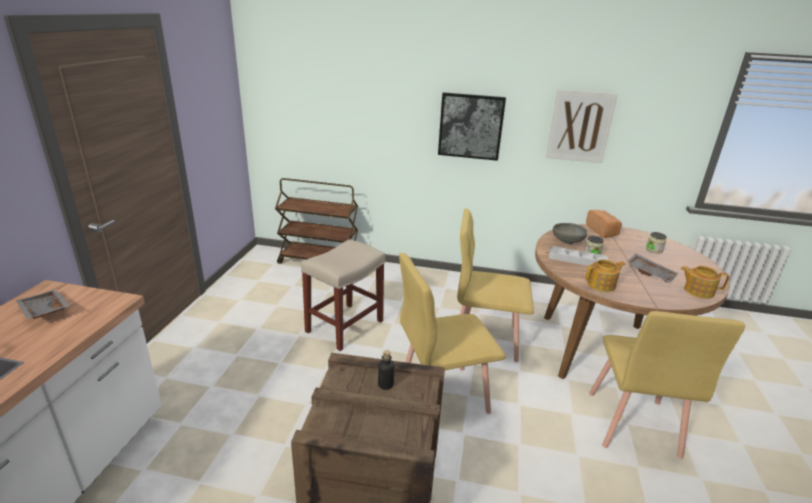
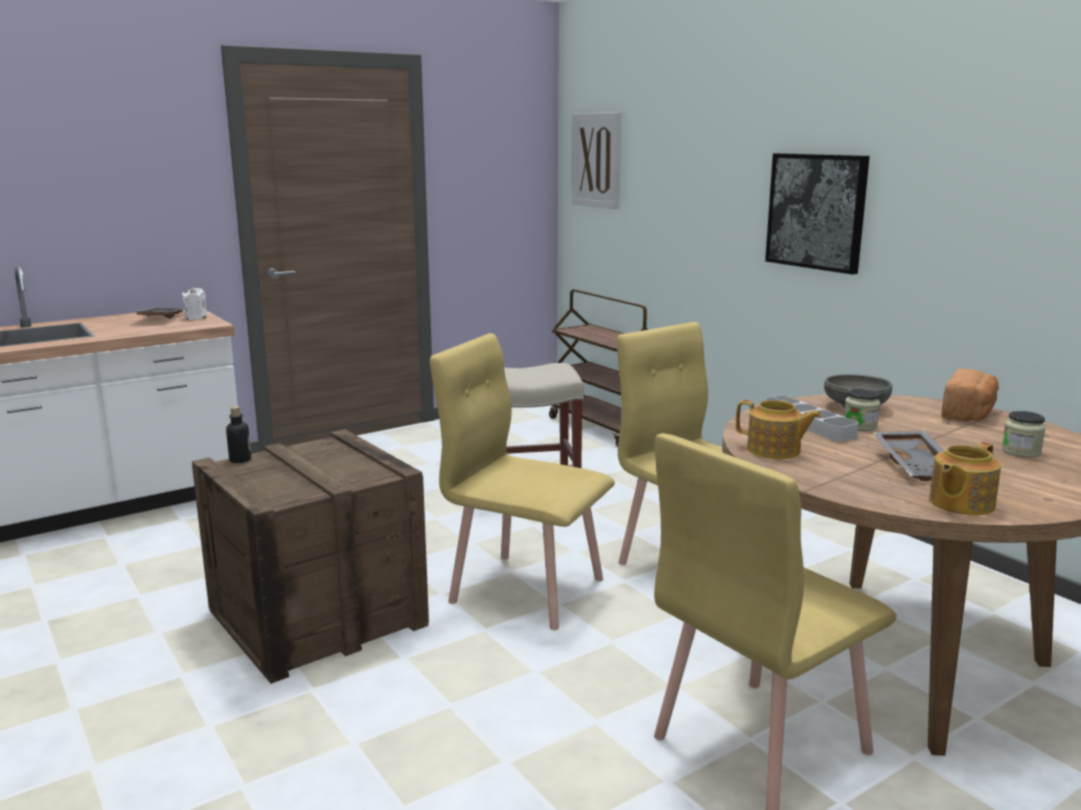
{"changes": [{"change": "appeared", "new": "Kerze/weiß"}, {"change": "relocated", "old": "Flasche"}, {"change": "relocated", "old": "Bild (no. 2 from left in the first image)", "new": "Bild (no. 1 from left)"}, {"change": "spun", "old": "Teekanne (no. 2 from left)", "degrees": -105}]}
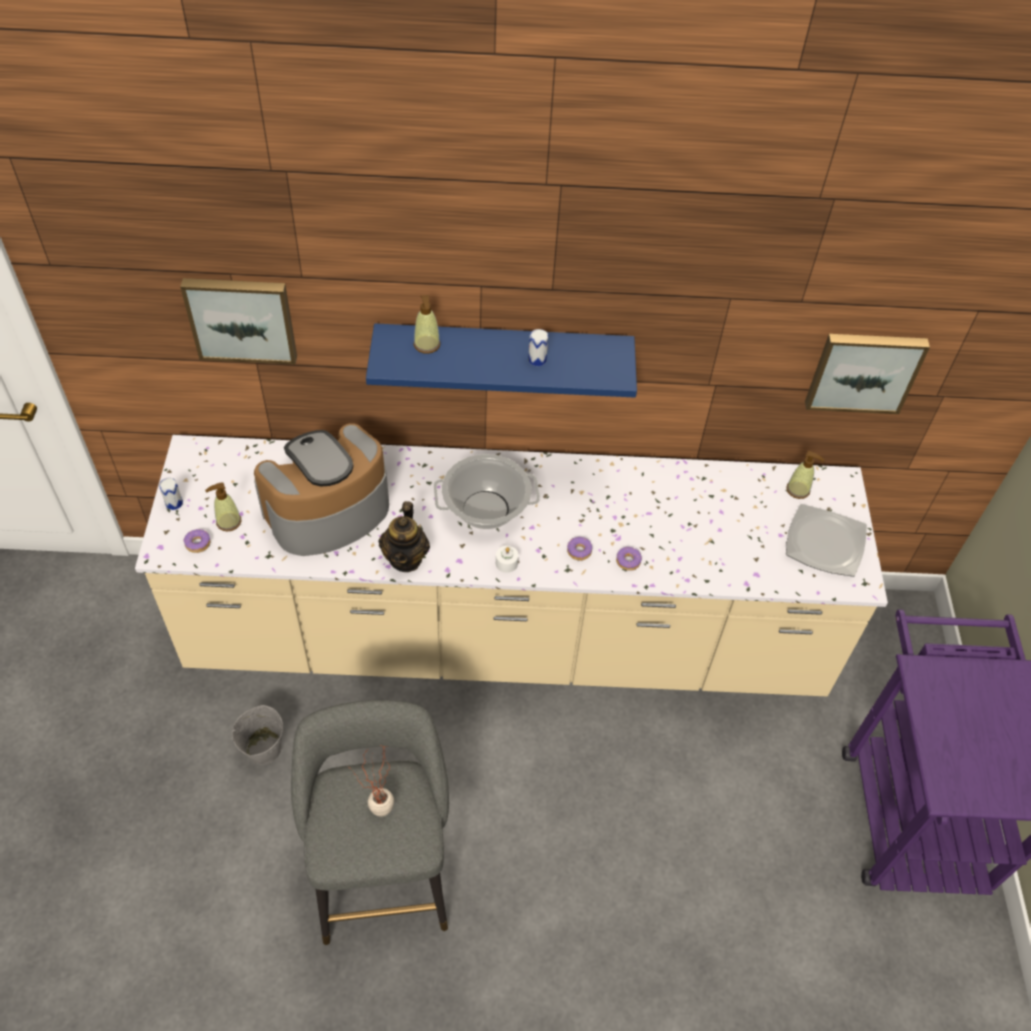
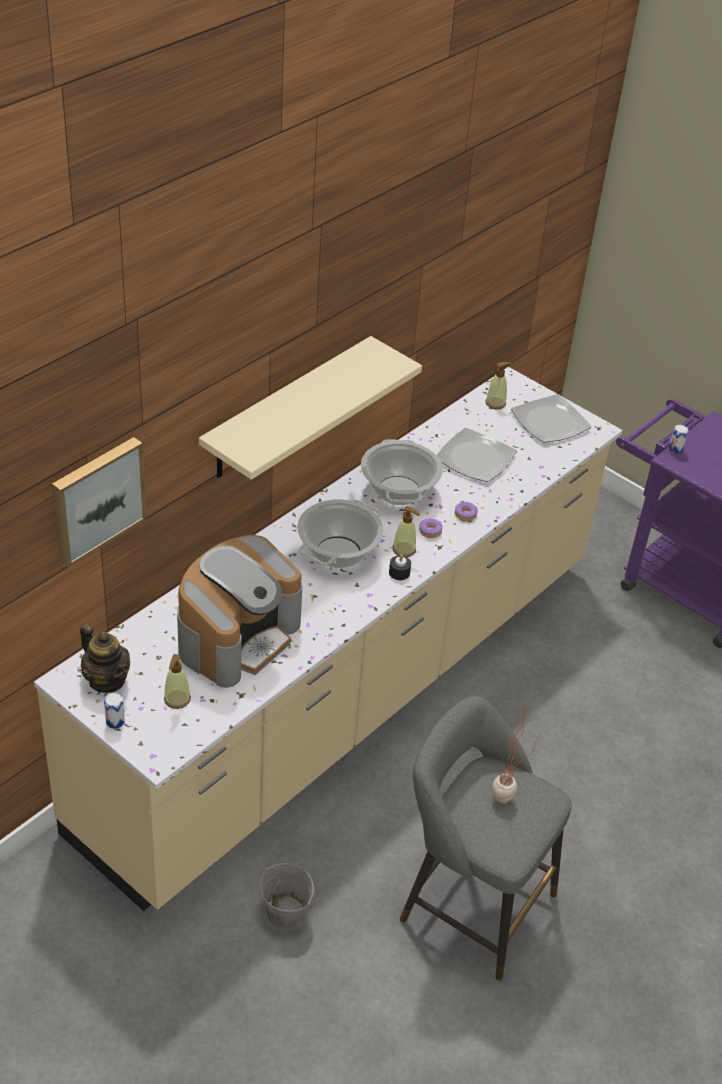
{"changes": [{"change": "missing", "old": "Donut (no. 1 from left)"}, {"change": "missing", "old": "Bild (no. 2 from left)"}, {"change": "appeared", "new": "Kochtopf (no. 2 from left)"}, {"change": "appeared", "new": "Teller (no. 1 from left)"}, {"change": "relocated", "old": "Teekanne"}, {"change": "relocated", "old": "Seifenspender (no. 2 from left)"}, {"change": "relocated", "old": "Dose (no. 2 from left)"}, {"change": "colour", "old": "Wandregal/blau", "new": "Wandregal/beige"}, {"change": "colour", "old": "Kerze/weiß", "new": "Kerze/schwarz"}, {"change": "spun", "old": "Kaffeemaschine", "degrees": -150}]}
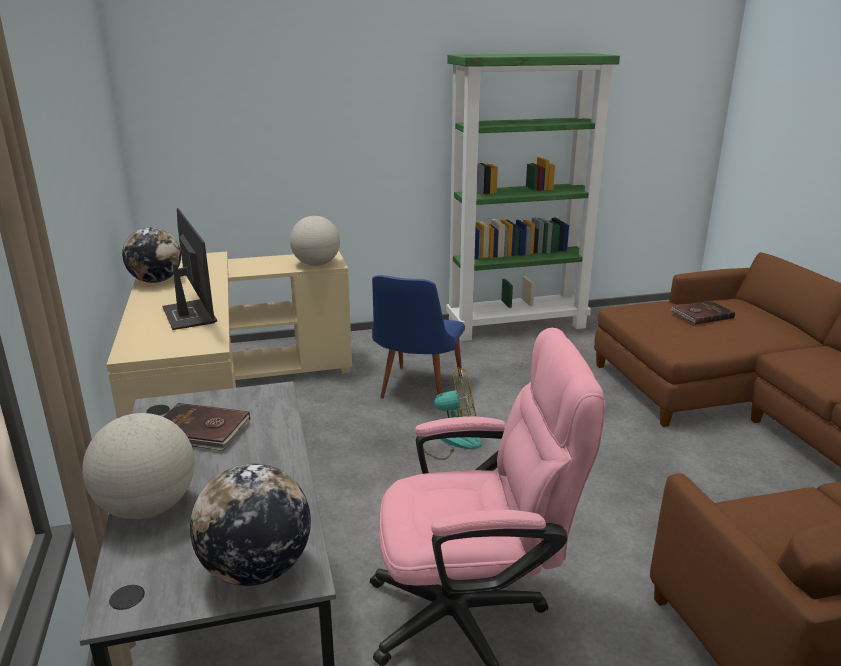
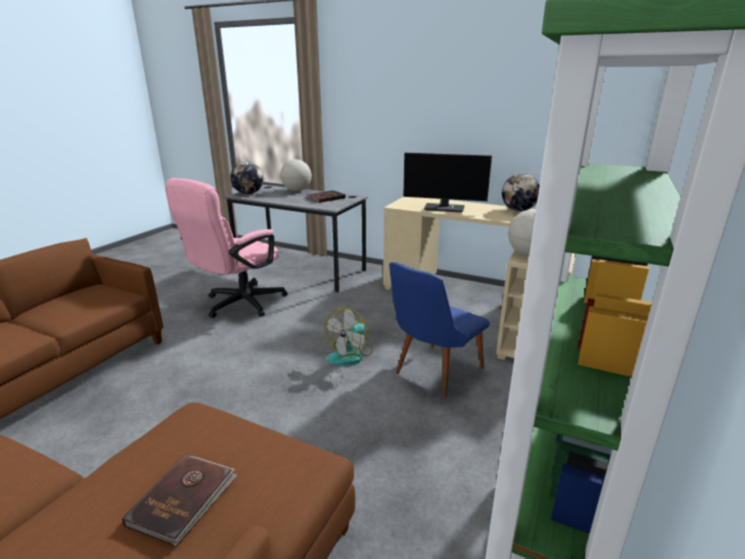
{"changes": [{"change": "spun", "old": "Stuhl/blau", "degrees": -105}]}
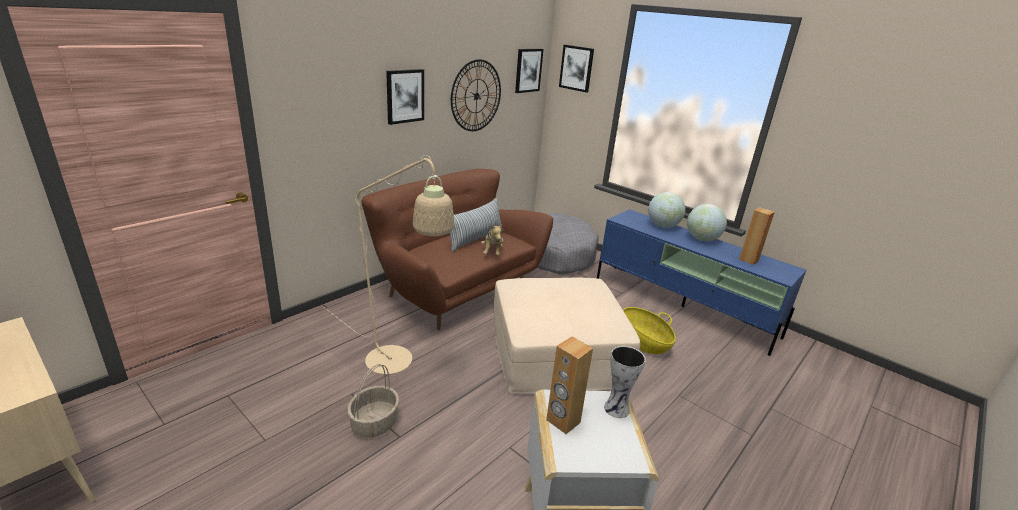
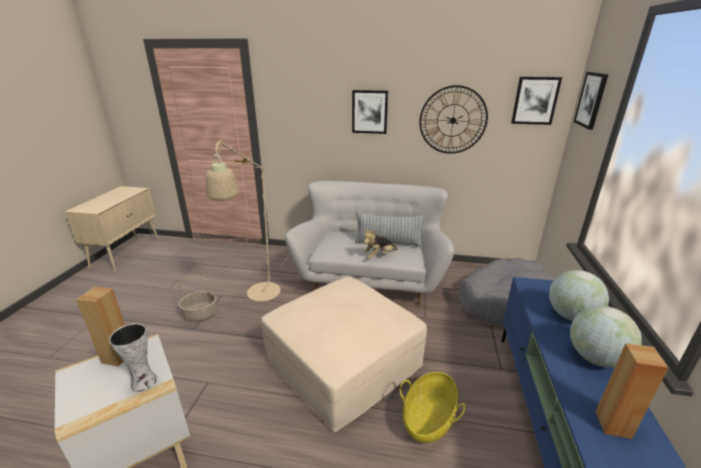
{"changes": [{"change": "colour", "old": "Sofa/braun", "new": "Sofa/weiß"}]}
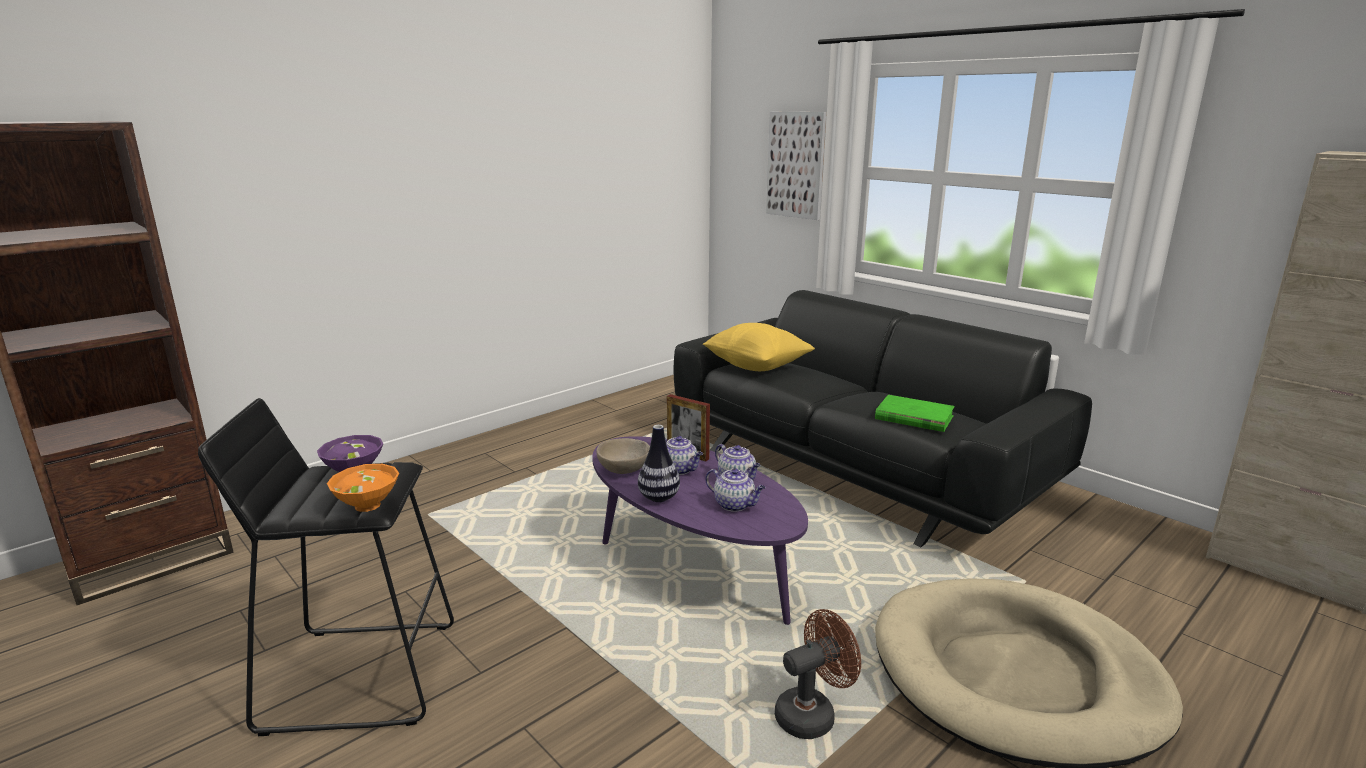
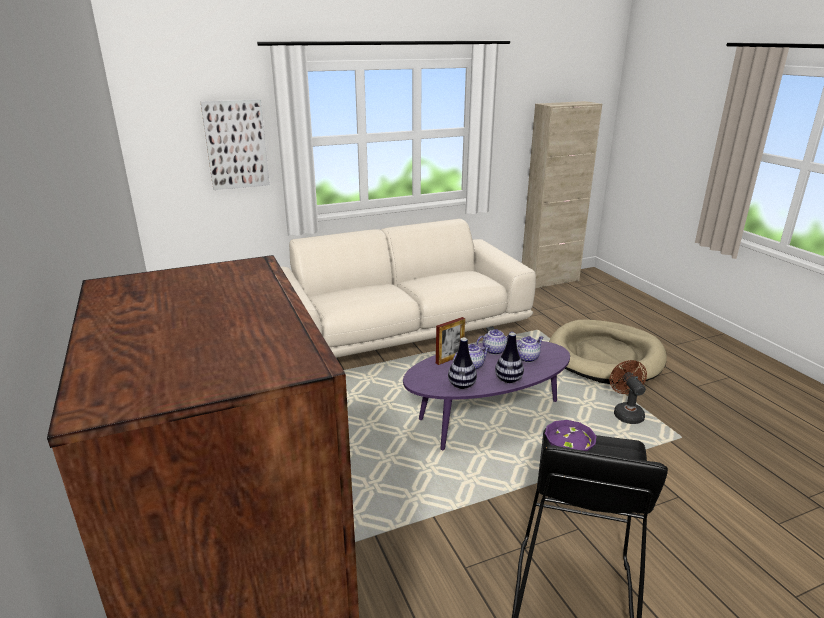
{"changes": [{"change": "missing", "old": "Schüssel/orange"}, {"change": "missing", "old": "Kissen/gelb"}, {"change": "missing", "old": "Buch/grün"}, {"change": "exchanged", "old": "Schüssel/beige", "new": "Vase (no. 1 from left)"}, {"change": "colour", "old": "Sofa/schwarz", "new": "Sofa/beige"}]}
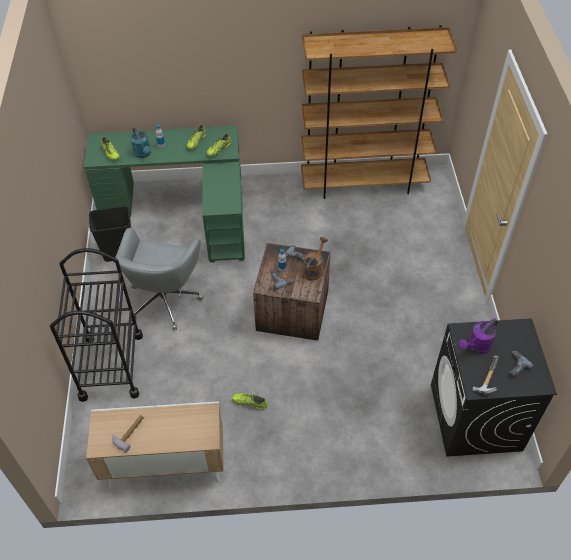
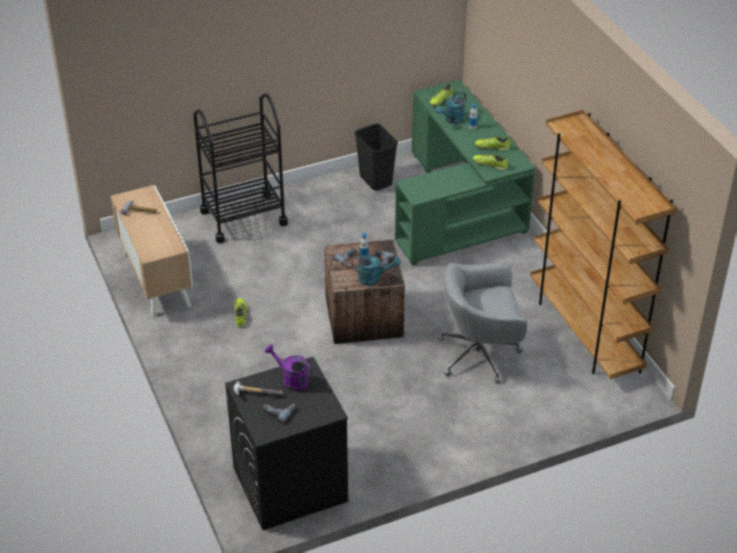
{"changes": [{"change": "relocated", "old": "Bürostuhl/grau"}, {"change": "colour", "old": "Gießkanne/braun", "new": "Gießkanne/türkis (no. 1 from left)"}]}
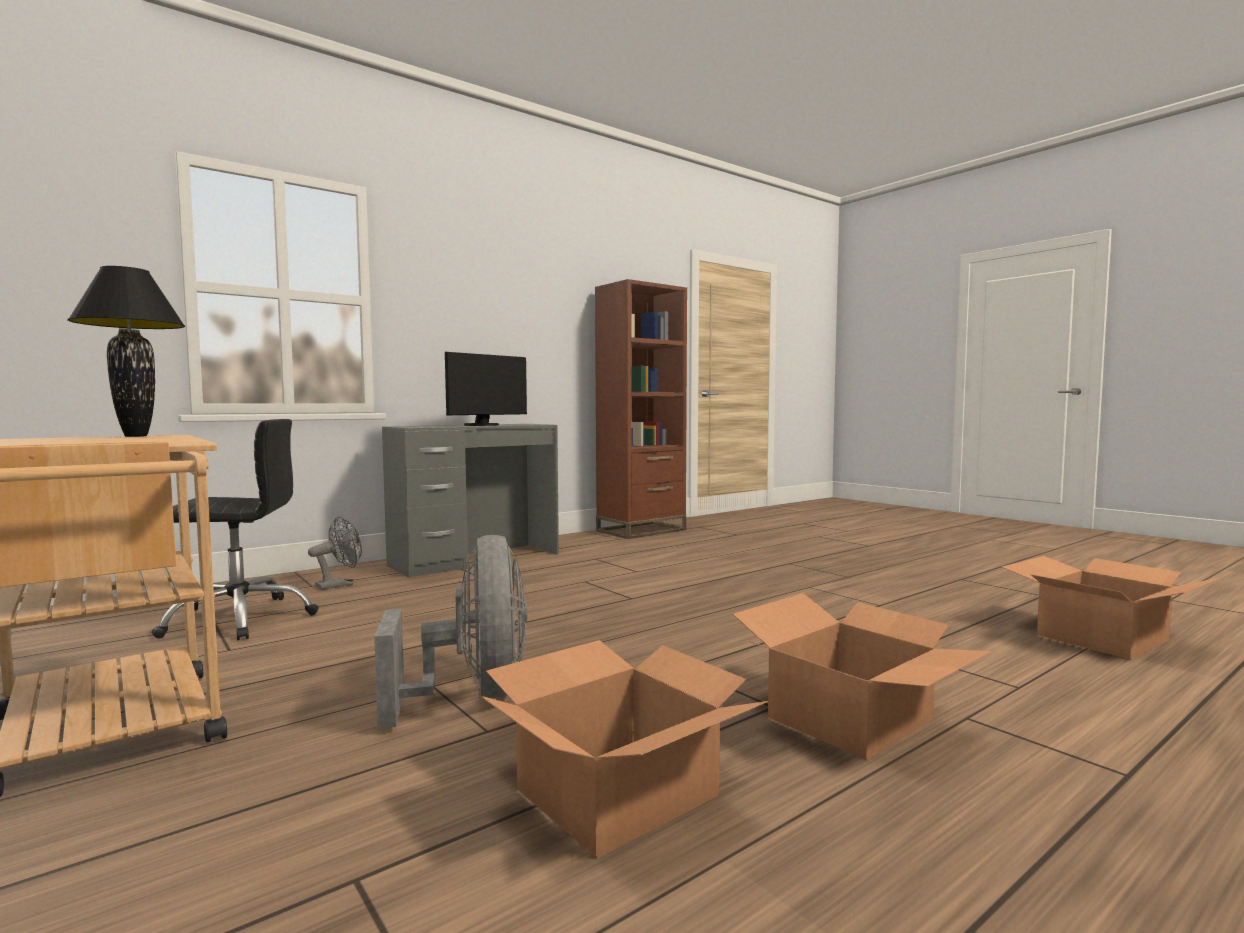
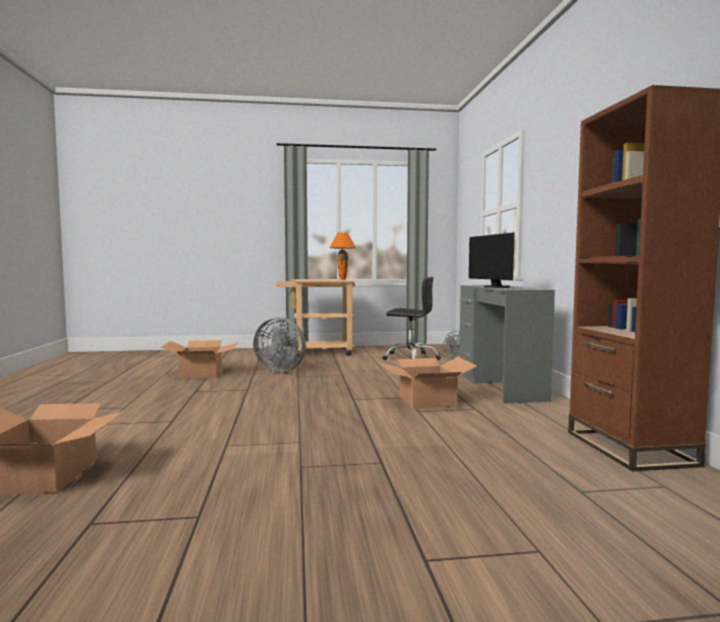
{"changes": [{"change": "relocated", "old": "Karton (no. 2 from left in the first image)", "new": "Karton (no. 3 from left)"}, {"change": "colour", "old": "Tischlampe/schwarz", "new": "Tischlampe/orange"}, {"change": "spun", "old": "Bürostuhl/schwarz", "degrees": -90}]}
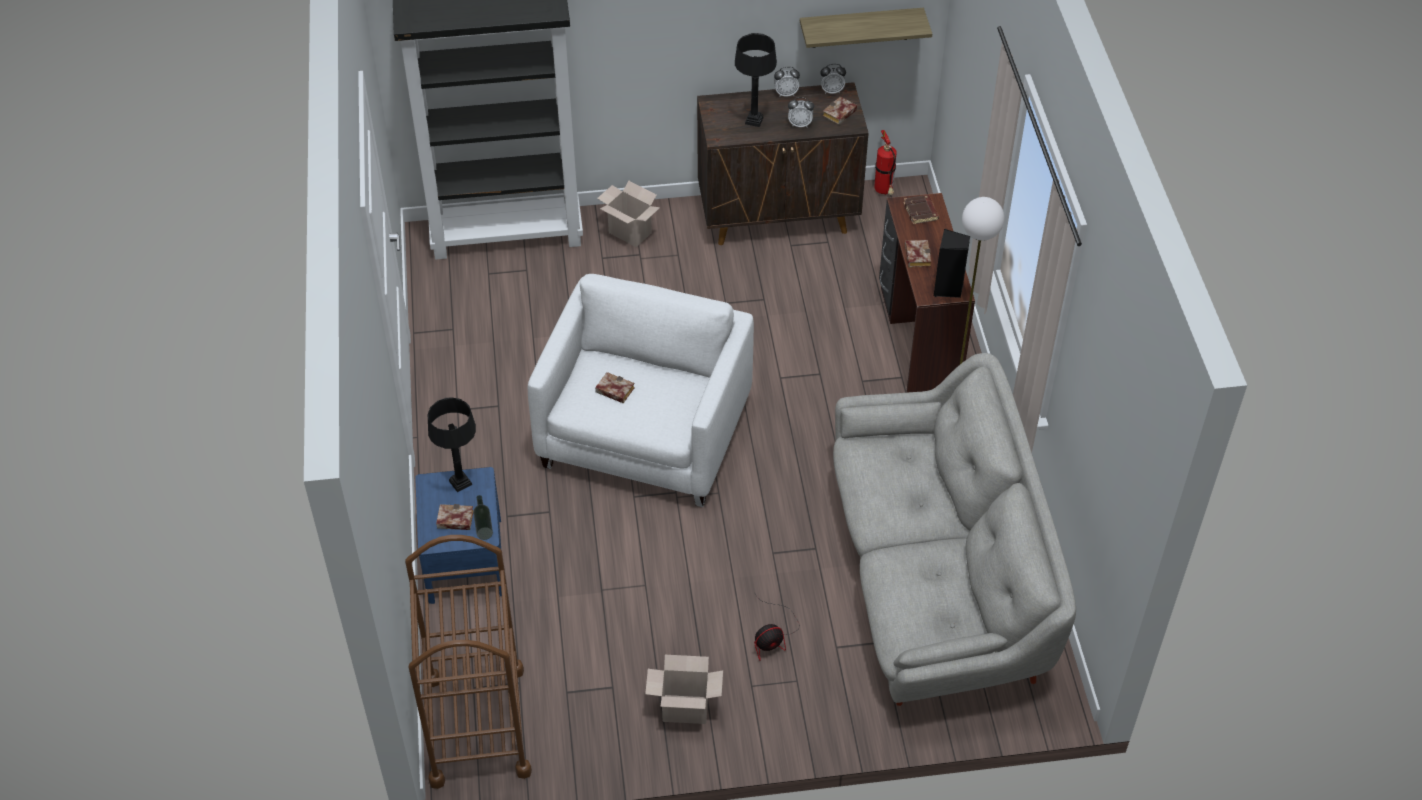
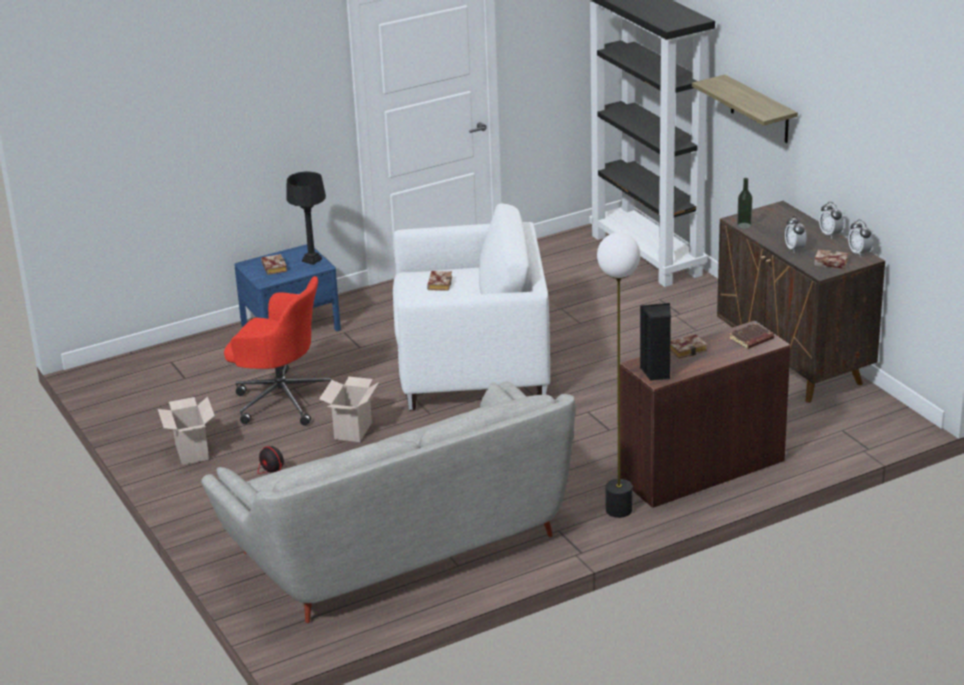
{"changes": [{"change": "missing", "old": "Rollwagen/braun"}, {"change": "missing", "old": "Tischlampe/schwarz (no. 2 from left)"}, {"change": "missing", "old": "Feuerlöscher"}, {"change": "appeared", "new": "Bürostuhl/rot"}, {"change": "relocated", "old": "Flasche"}, {"change": "relocated", "old": "Karton (no. 1 from left in the first image)", "new": "Karton (no. 2 from left)"}, {"change": "relocated", "old": "Wandregal"}]}
